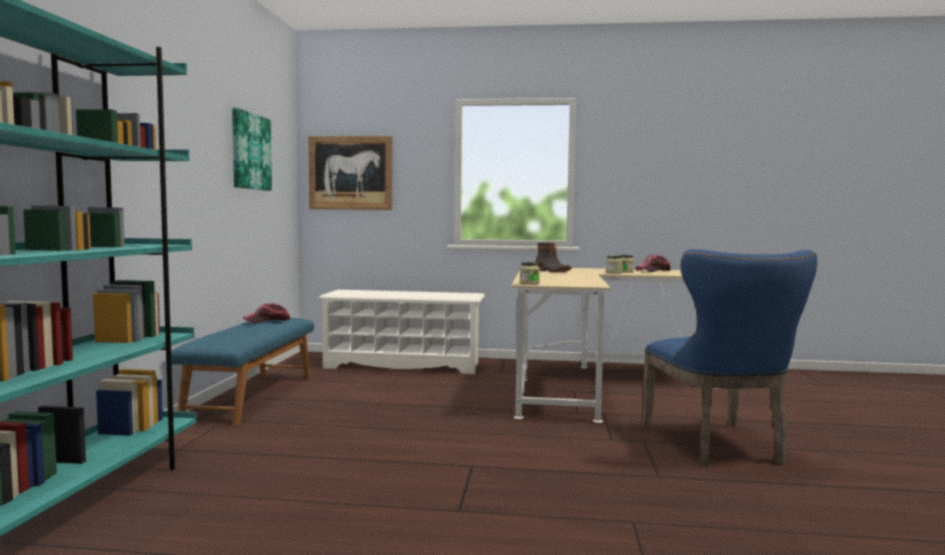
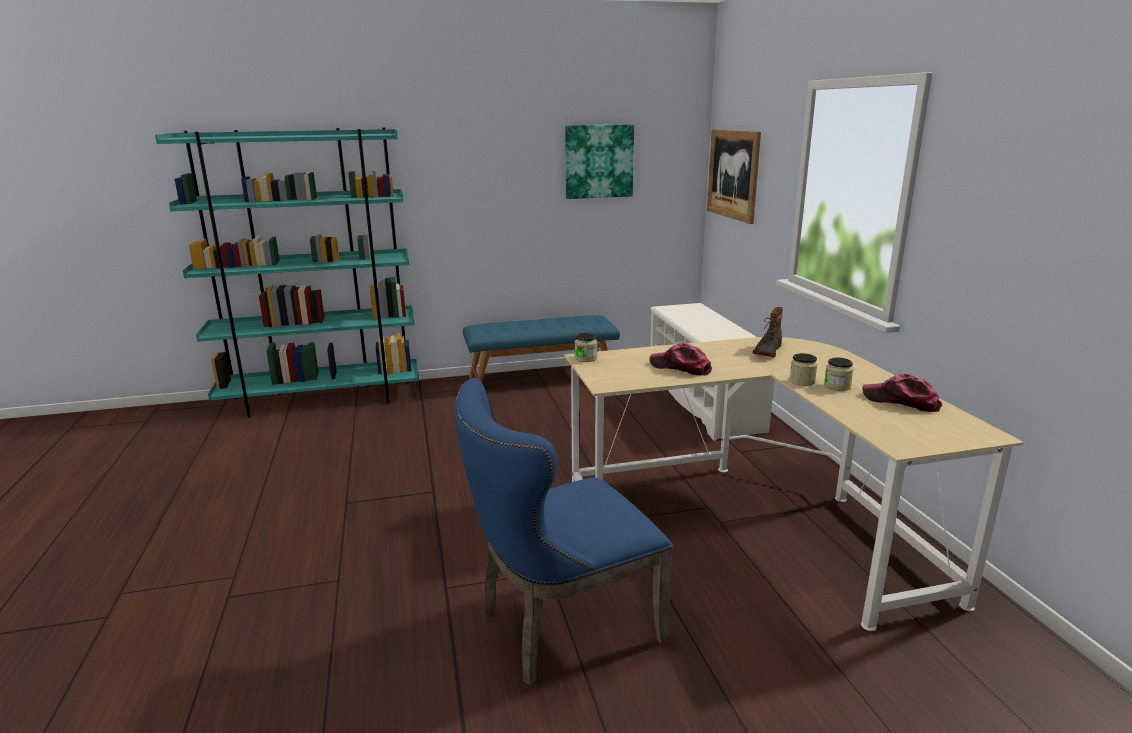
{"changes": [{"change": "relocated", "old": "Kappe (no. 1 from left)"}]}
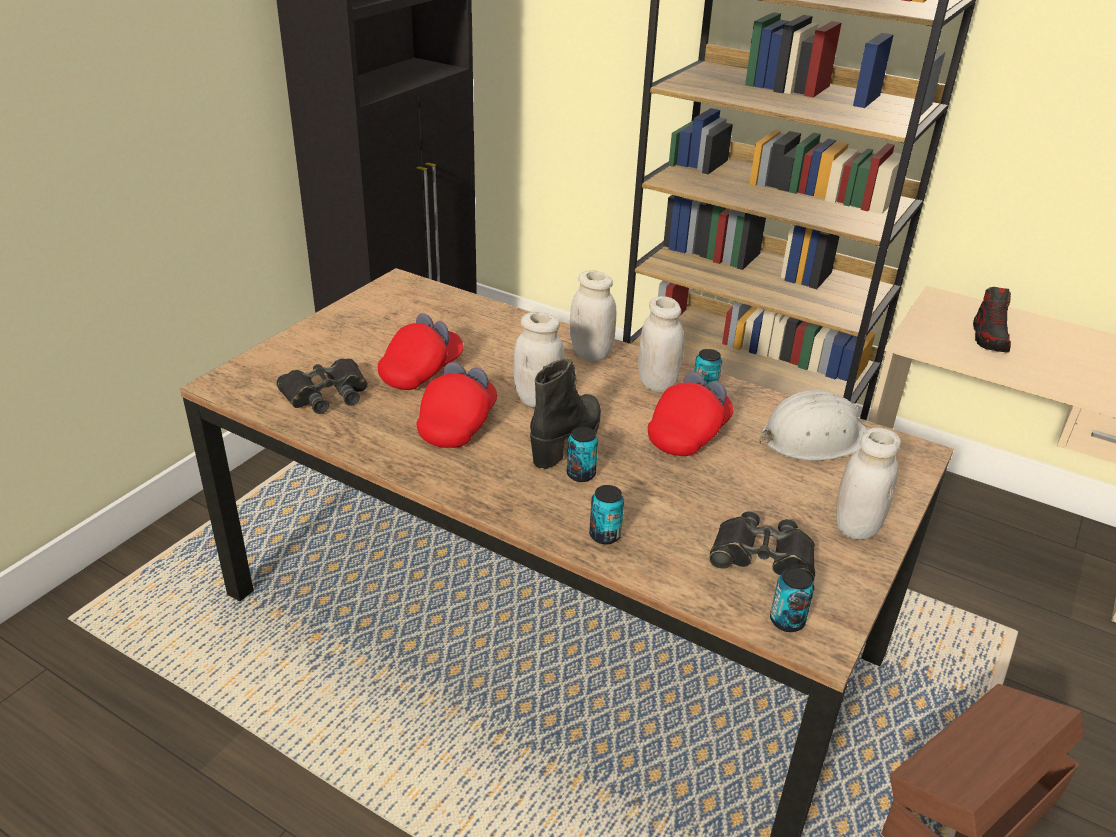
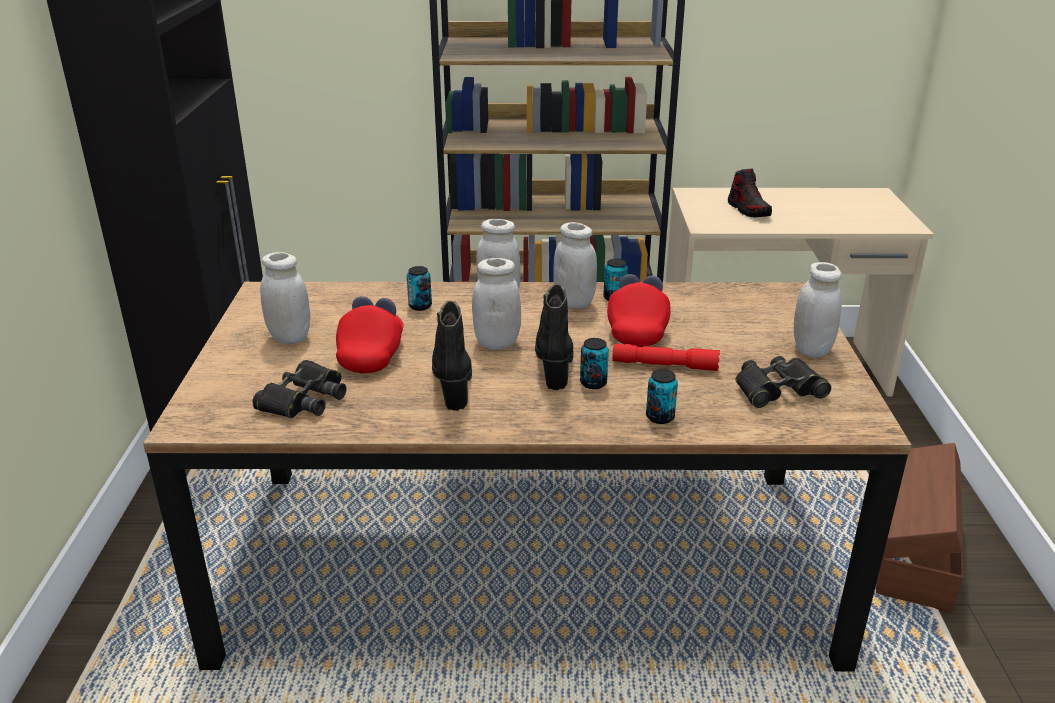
{"changes": [{"change": "missing", "old": "Schutzhelm/weiß"}, {"change": "appeared", "new": "Vorratsglas/weiß (no. 1 from left)"}, {"change": "appeared", "new": "Taschenlampe/rot"}, {"change": "relocated", "old": "Dose (no. 4 from left in the first image)", "new": "Dose (no. 1 from left)"}, {"change": "exchanged", "old": "Kappe/rot (no. 2 from left)", "new": "Stiefel/schwarz (no. 1 from left)"}]}
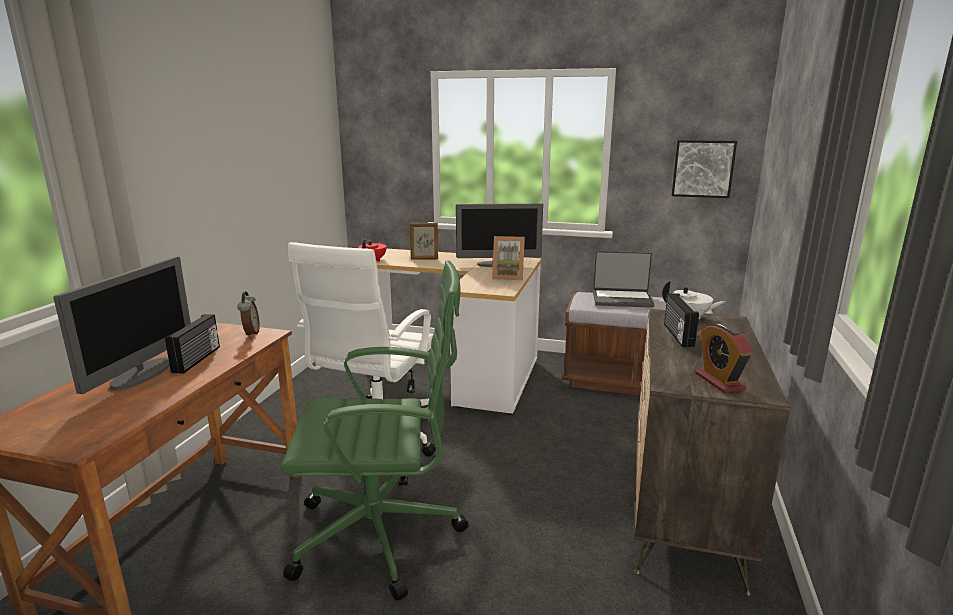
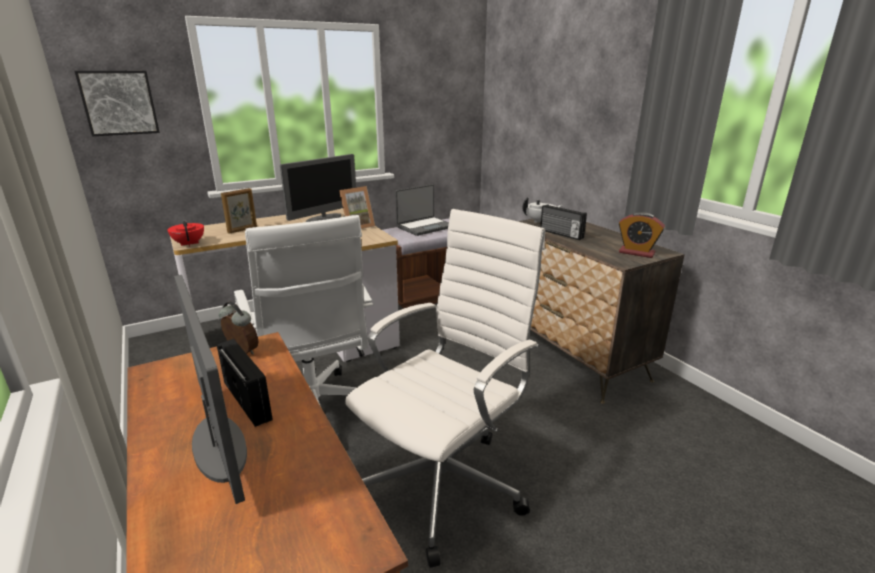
{"changes": [{"change": "relocated", "old": "Bild"}, {"change": "colour", "old": "Bürostuhl/grün", "new": "Bürostuhl/weiß (no. 2 from left)"}]}
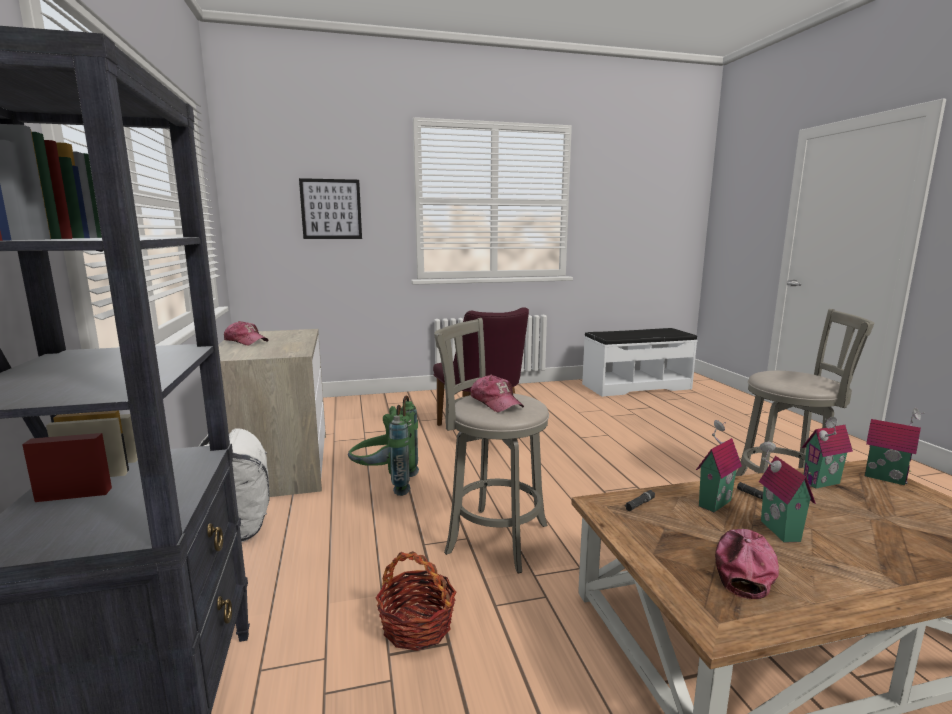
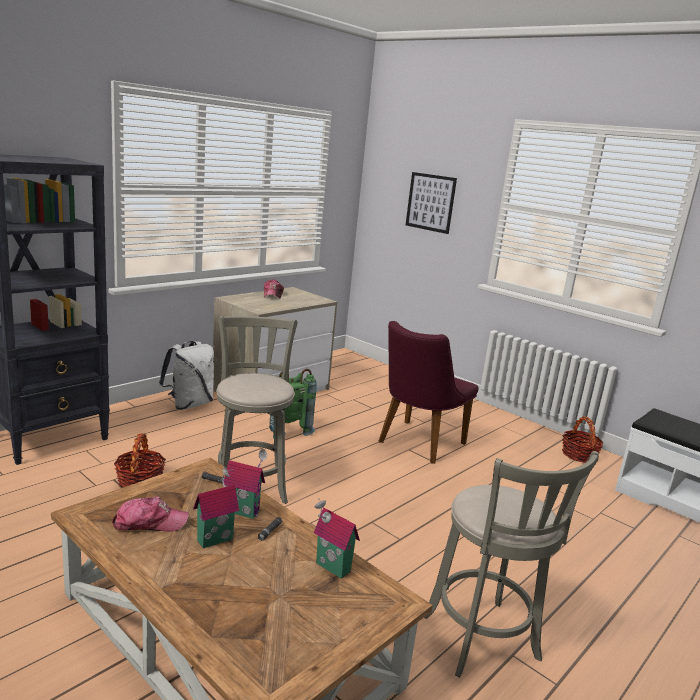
{"changes": [{"change": "missing", "old": "Kappe (no. 2 from left)"}, {"change": "missing", "old": "Spielzeughaus (no. 4 from left)"}, {"change": "appeared", "new": "Korb (no. 2 from left)"}]}
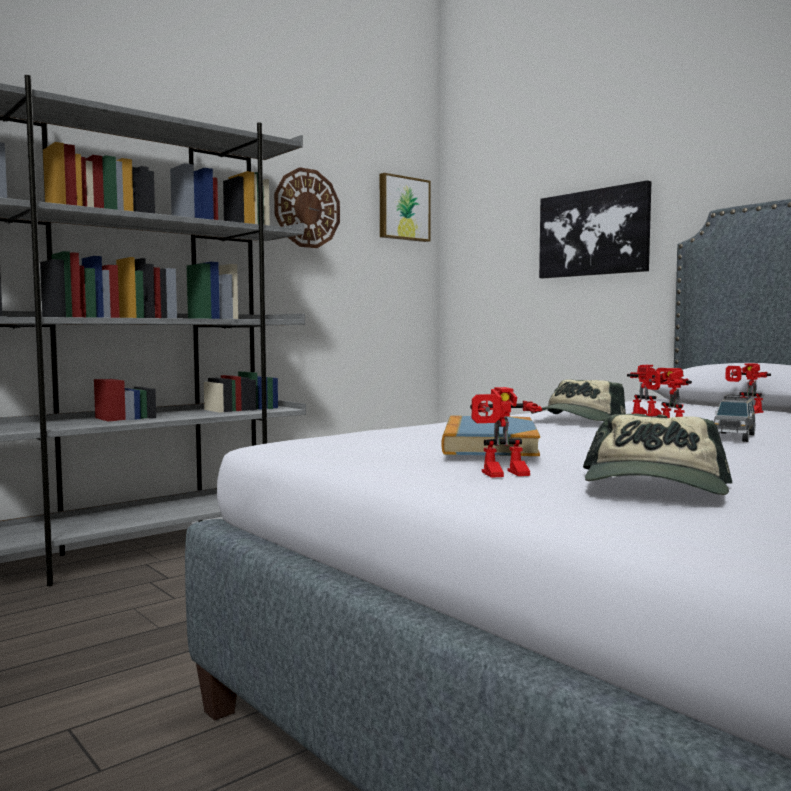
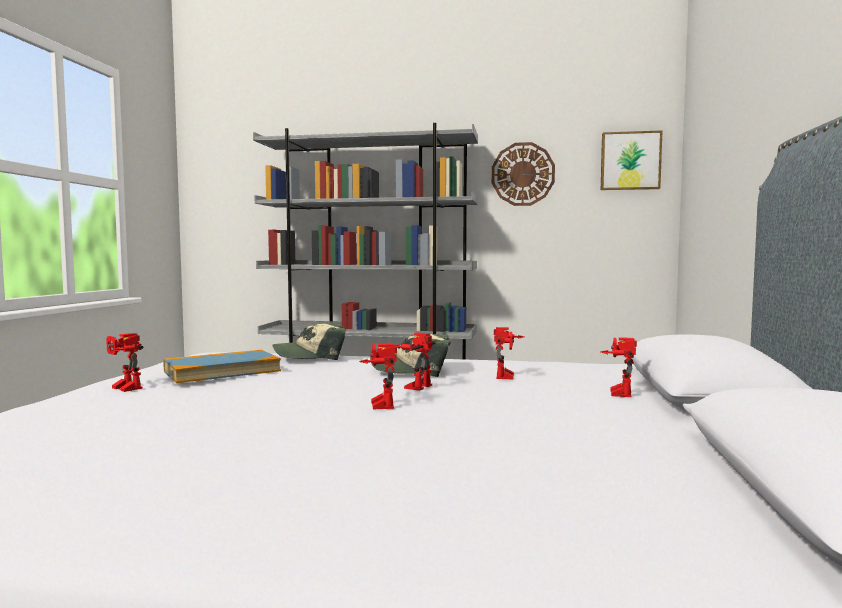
{"changes": [{"change": "missing", "old": "Bild (no. 2 from left)"}, {"change": "relocated", "old": "Kappe (no. 2 from left in the first image)", "new": "Kappe (no. 1 from left)"}, {"change": "exchanged", "old": "Spielzeugauto/grau", "new": "Spielzeugroboter (no. 2 from left)"}]}
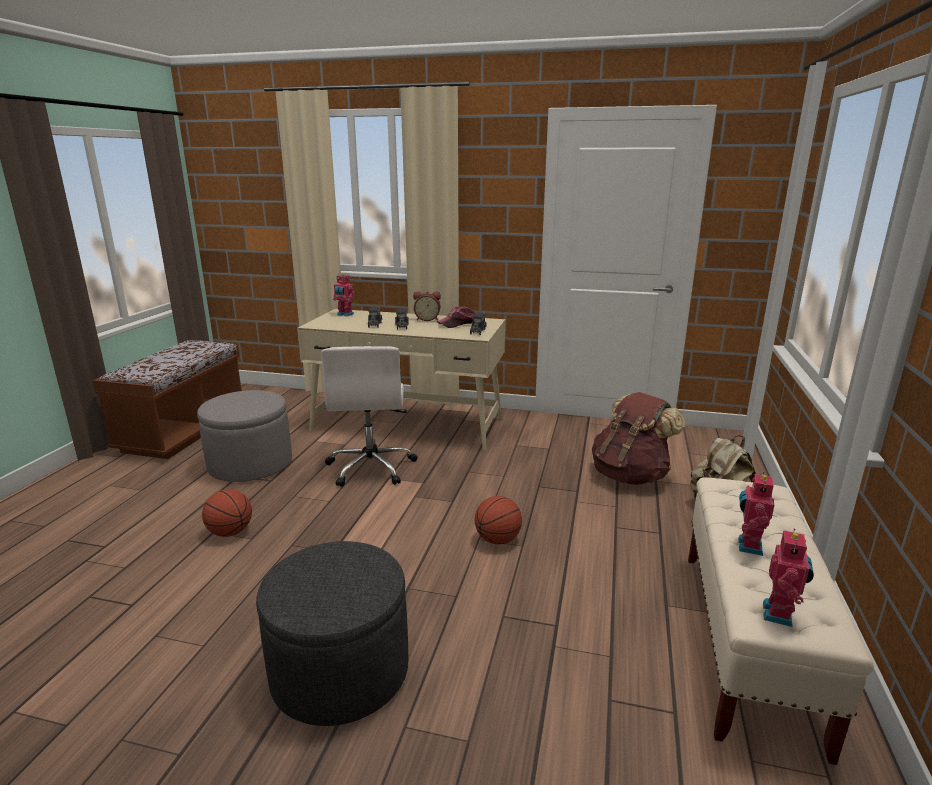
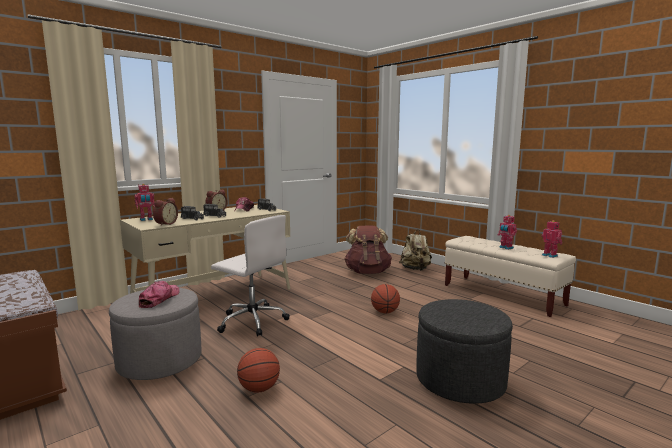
{"changes": [{"change": "appeared", "new": "Kappe (no. 1 from left)"}, {"change": "appeared", "new": "Wecker (no. 1 from left)"}]}
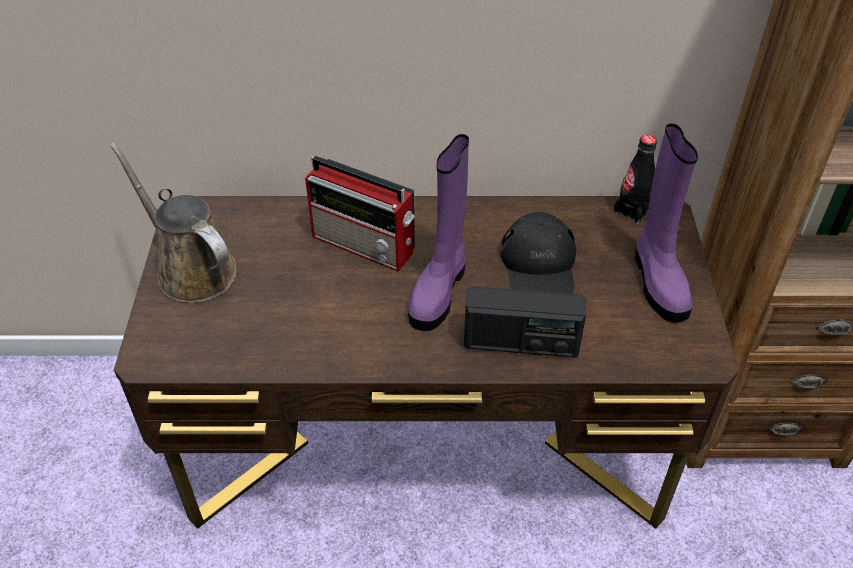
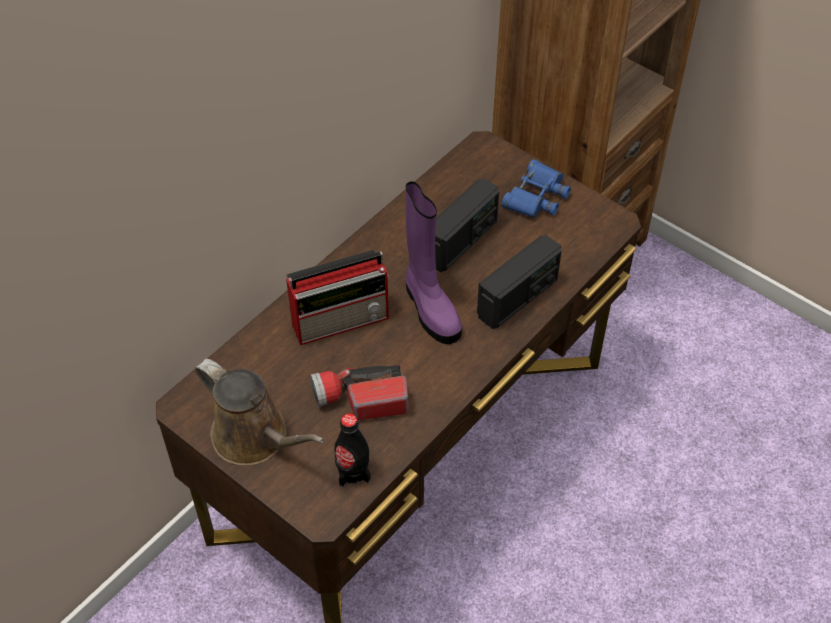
{"changes": [{"change": "appeared", "new": "Taschenlampe"}, {"change": "relocated", "old": "Flasche/schwarz"}, {"change": "exchanged", "old": "Kappe/schwarz", "new": "Radio (no. 2 from left)"}, {"change": "exchanged", "old": "Stiefel/lila (no. 2 from left)", "new": "Fernglas/blau"}, {"change": "spun", "old": "Gießkanne/braun", "degrees": -135}]}
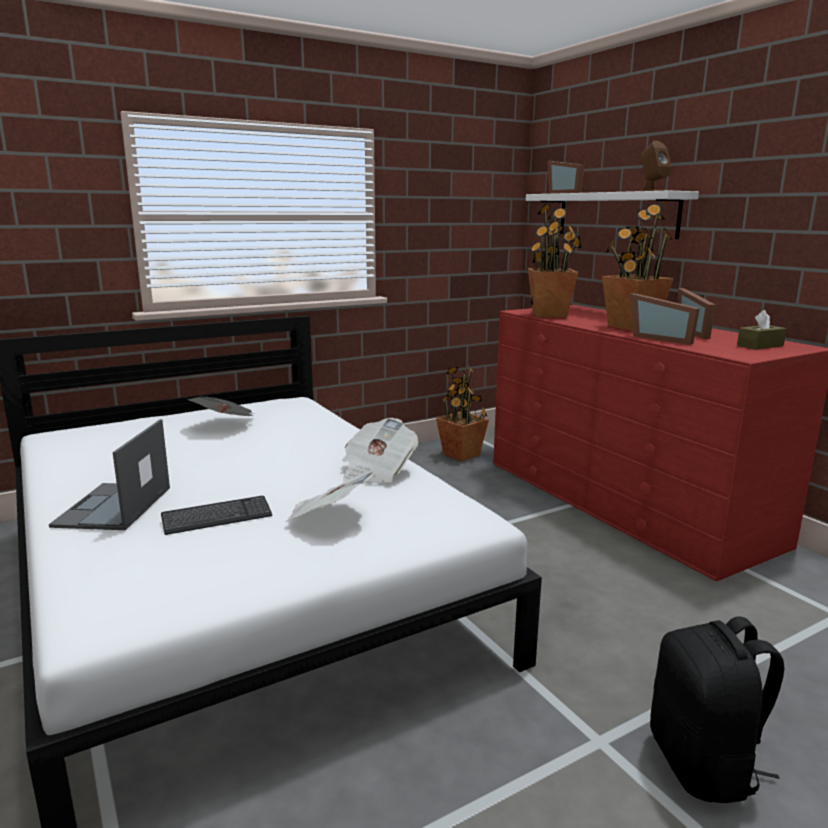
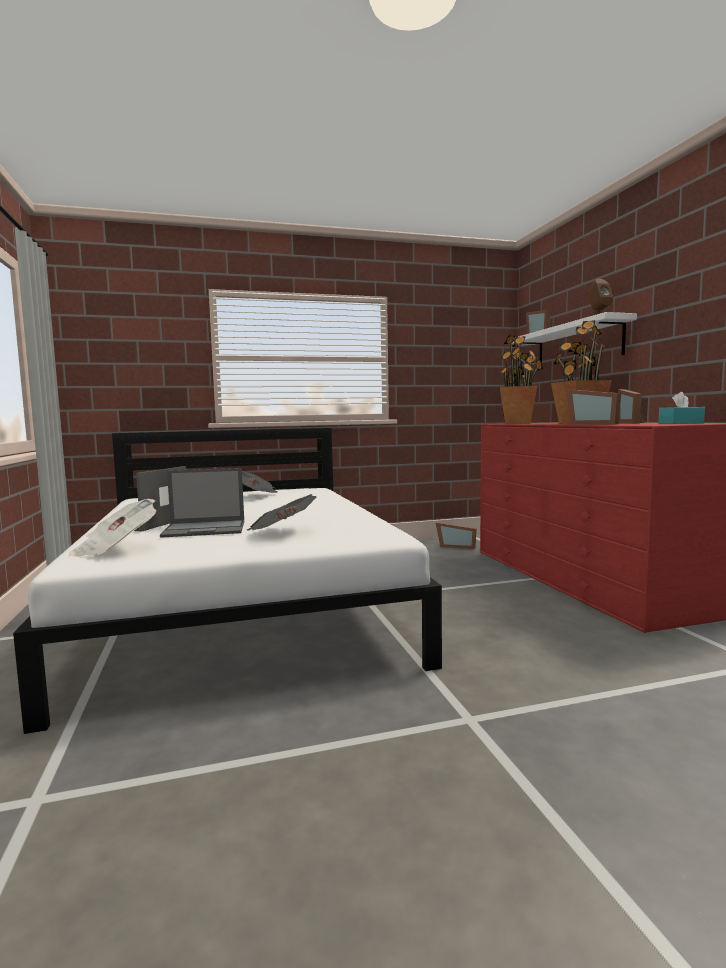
{"changes": [{"change": "missing", "old": "Rucksack/schwarz"}, {"change": "relocated", "old": "Zeitung (no. 3 from left in the first image)", "new": "Zeitung (no. 1 from left)"}, {"change": "exchanged", "old": "Tastatur", "new": "Laptop (no. 2 from left)"}, {"change": "exchanged", "old": "Topfpflanze (no. 1 from left)", "new": "Bilderrahmen (no. 1 from left)"}, {"change": "colour", "old": "Taschentuchbox/braun", "new": "Taschentuchbox/türkis"}]}
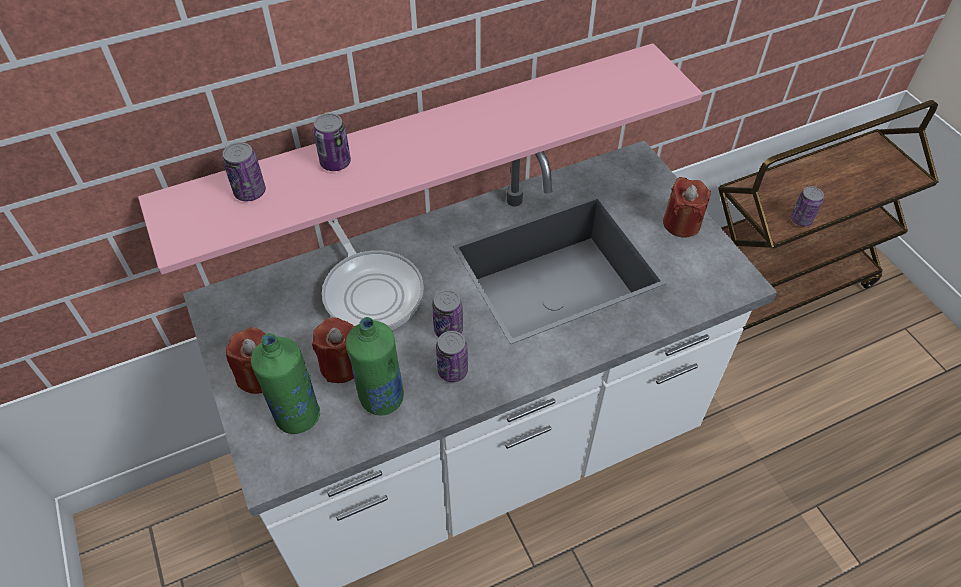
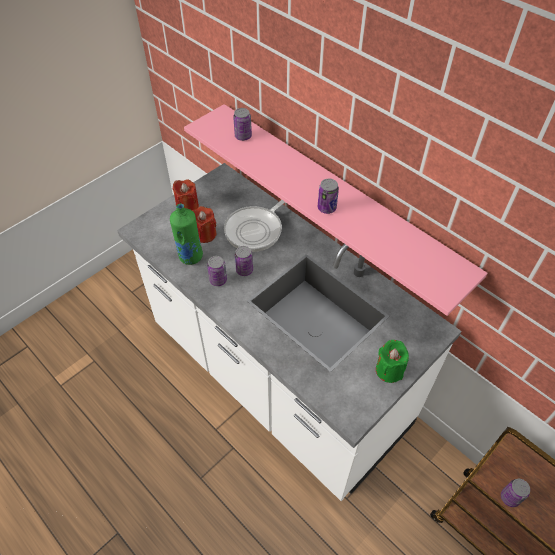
{"changes": [{"change": "missing", "old": "Flasche/grün (no. 1 from left)"}, {"change": "relocated", "old": "Dose (no. 2 from left in the first image)", "new": "Dose (no. 4 from left)"}, {"change": "colour", "old": "Kerze/rot (no. 3 from left)", "new": "Kerze/grün"}]}
